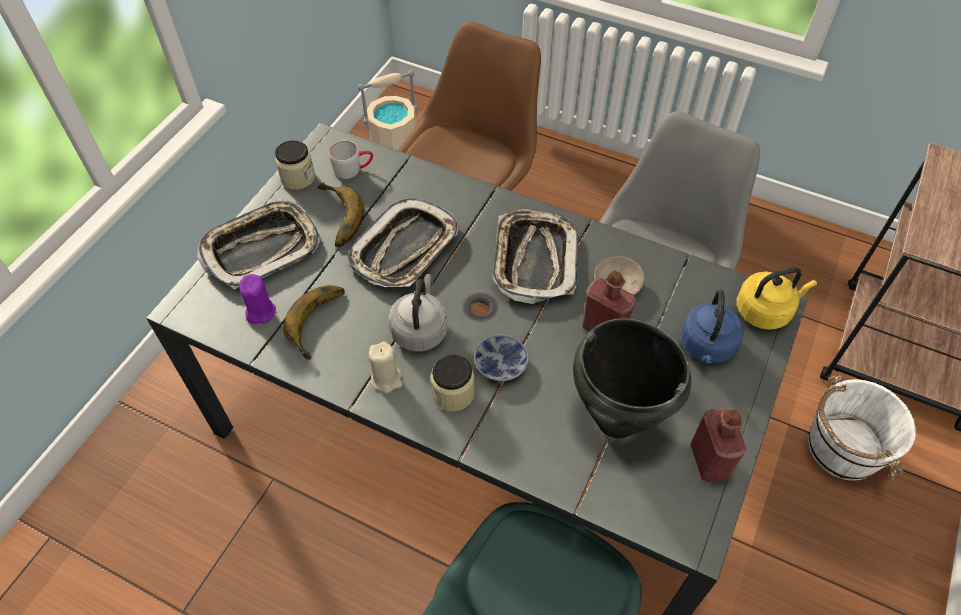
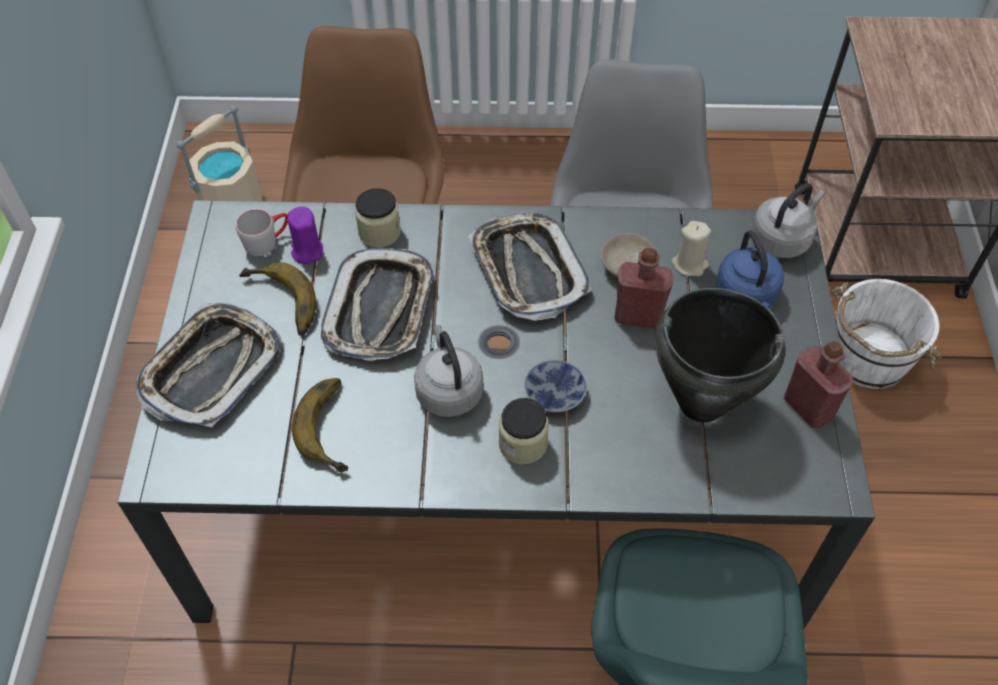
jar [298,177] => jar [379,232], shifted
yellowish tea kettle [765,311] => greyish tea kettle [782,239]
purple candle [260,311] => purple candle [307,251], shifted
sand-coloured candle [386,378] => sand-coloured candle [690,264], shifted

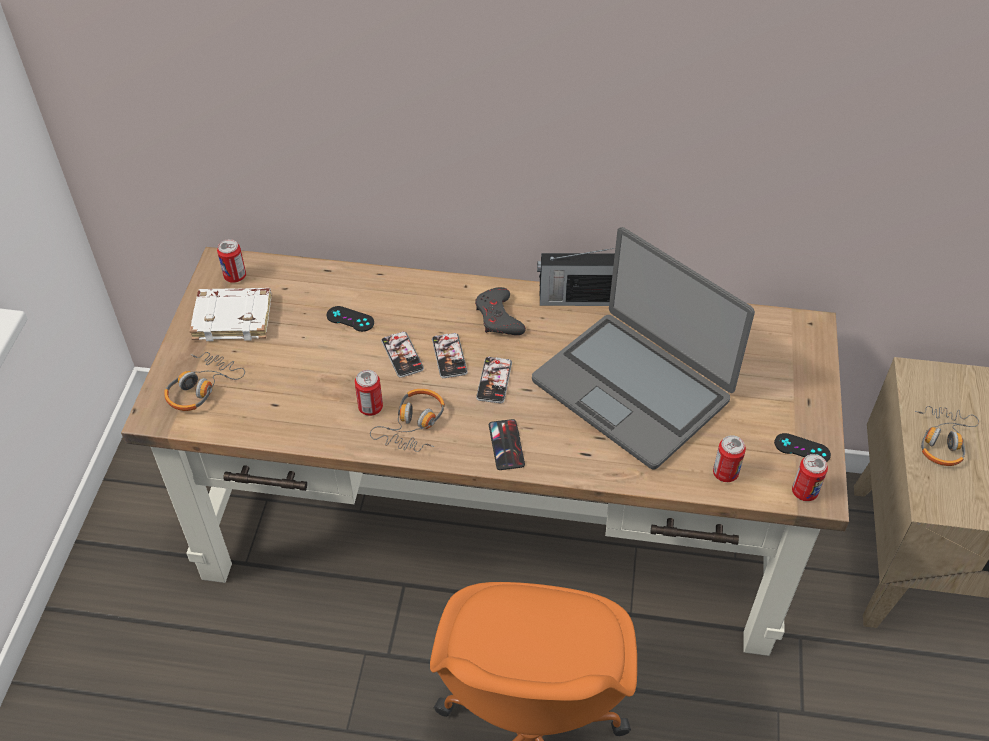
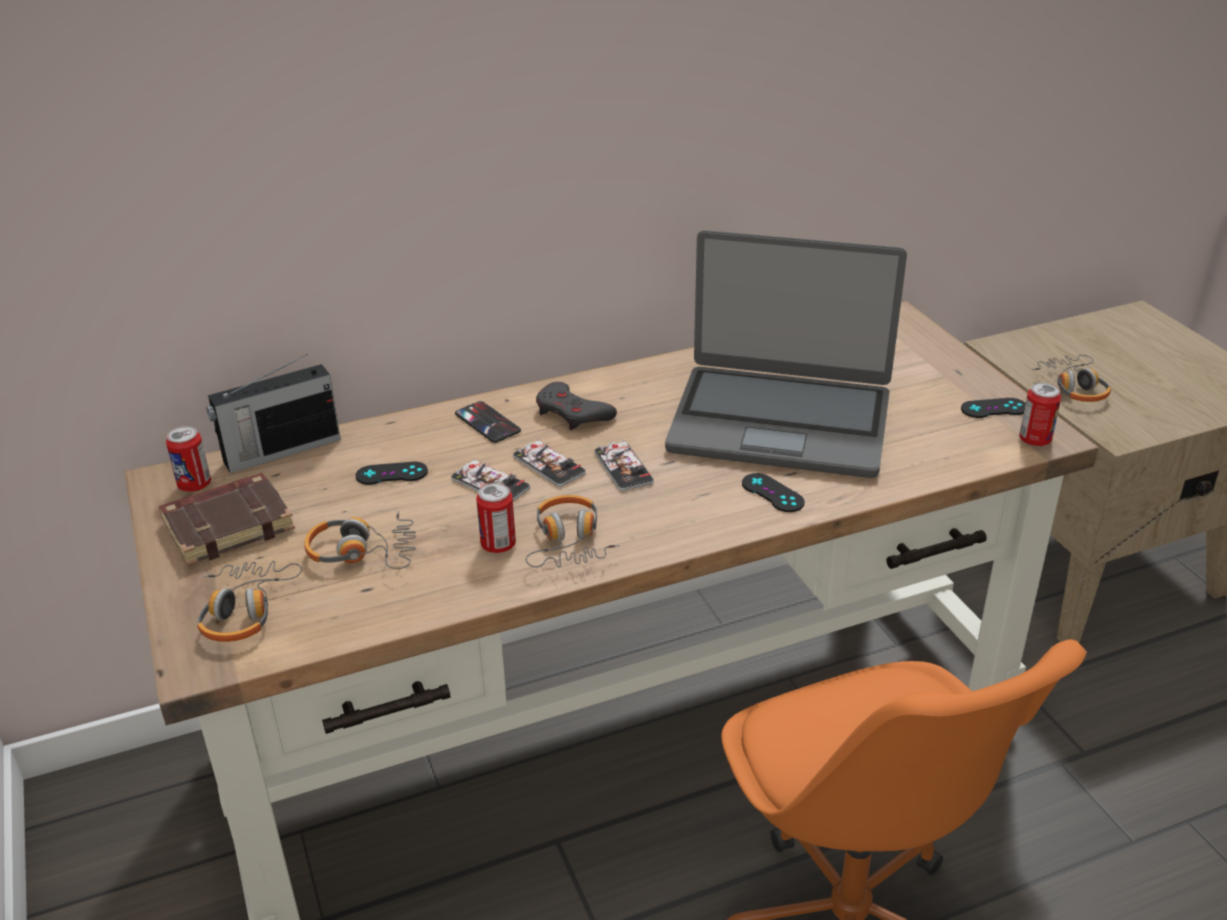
radio set [578,299] => radio set [280,451], shifted
whitish volume [234,317] => brown-coloured volume [229,524]
phone [506,445] => phone [487,422], shifted
metal can [725,473] => nothing
nothing => black-coloured game controller [772,493]
nothing => headphones [362,552]

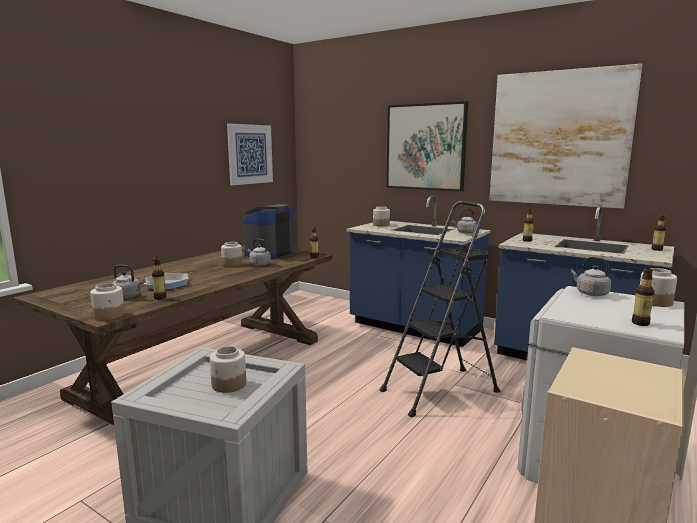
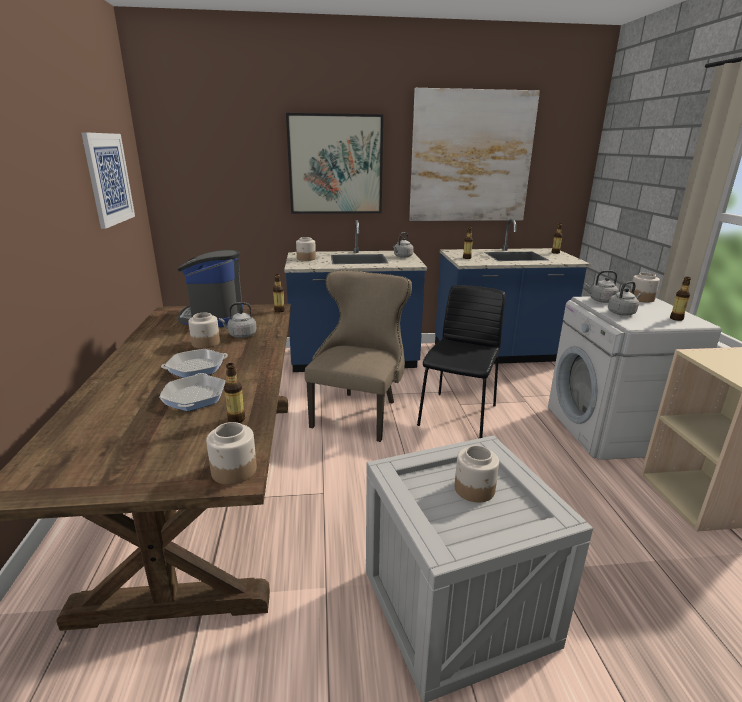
step ladder [441,390] => black-coloured chair [458,413]
greyish tea kettle [128,296] => greyish tea kettle [622,313], shifted
nothing => sand-coloured chair [359,413]
nothing => skillet [196,368]

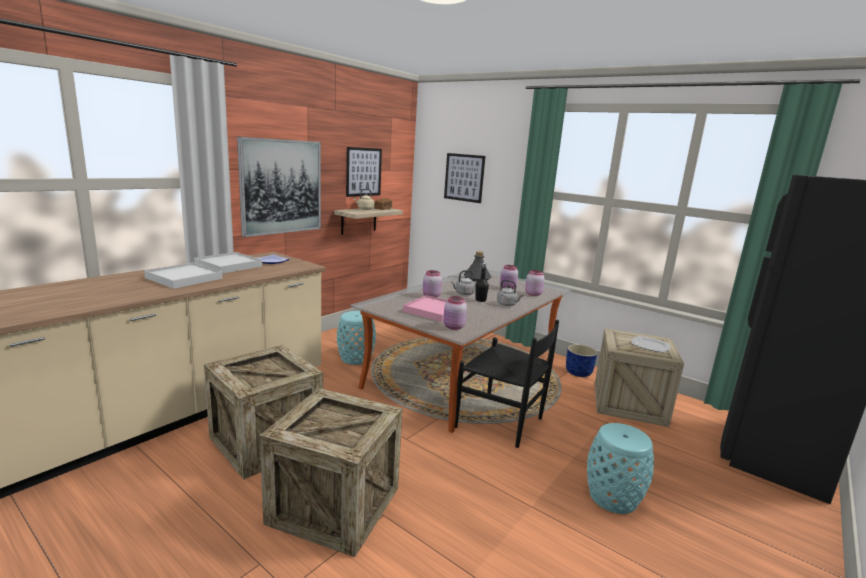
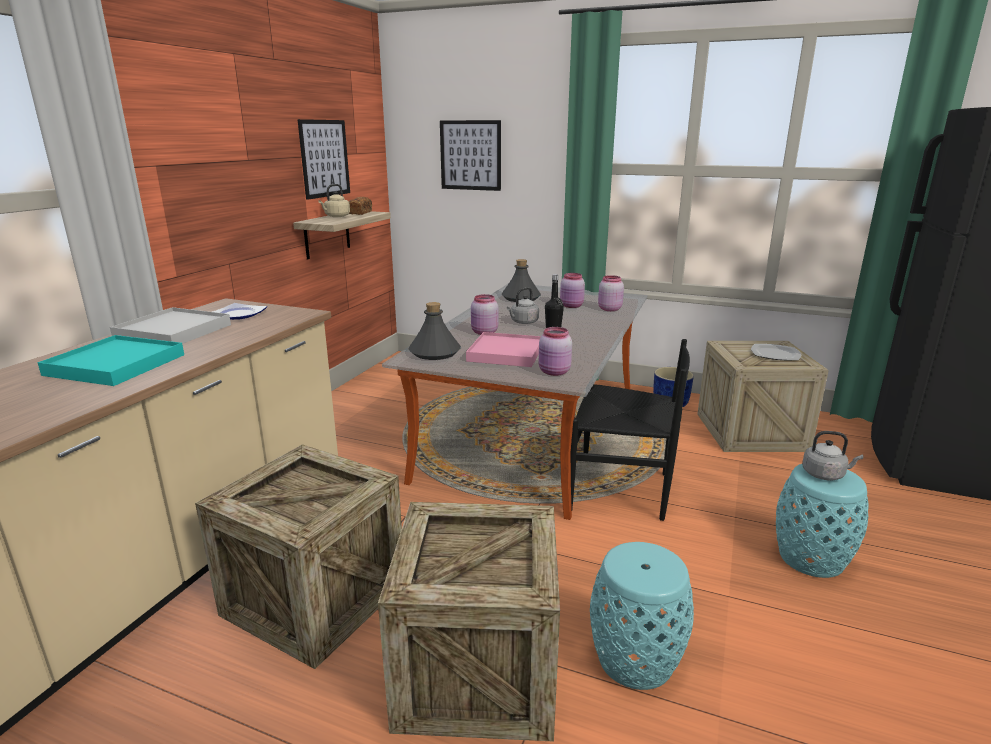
wall art [281,186] => nothing
whitish carrying tray [184,278] => turquoise-coloured carrying tray [116,365]
greyish tea kettle [507,304] => greyish tea kettle [825,474], shifted
turquoise-coloured stool seat [356,358] => turquoise-coloured stool seat [635,660], shifted
nothing => greyish beverage bottle [434,353]

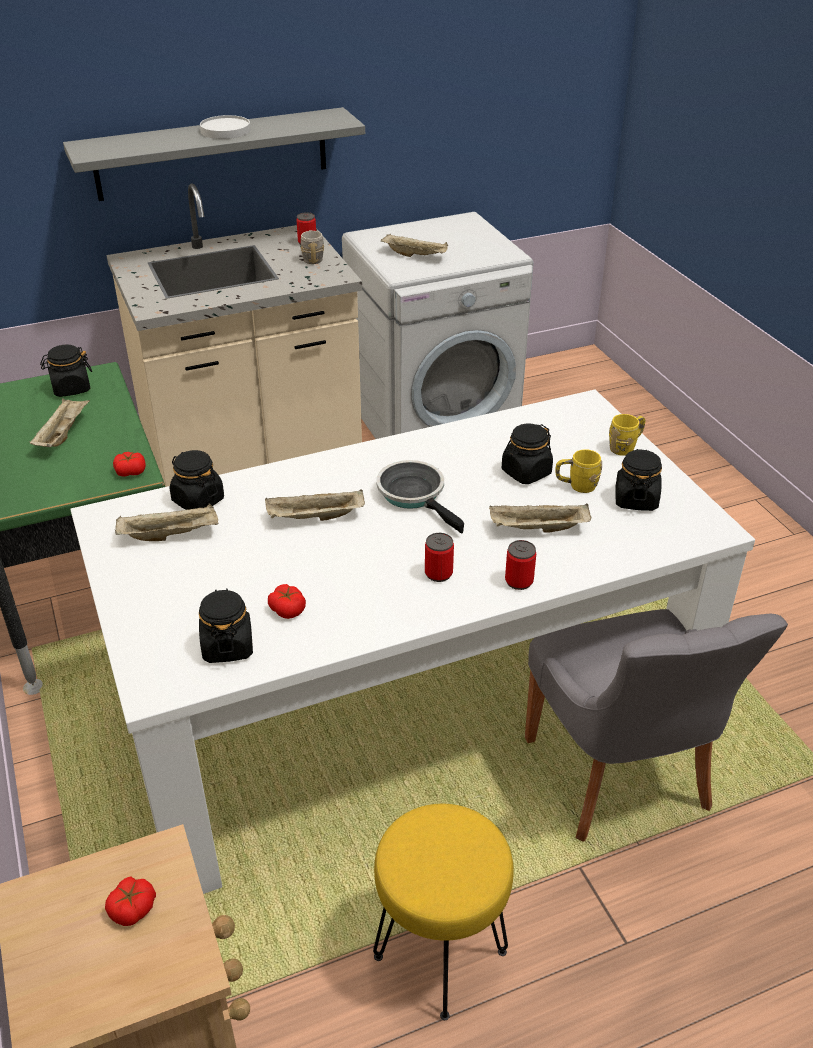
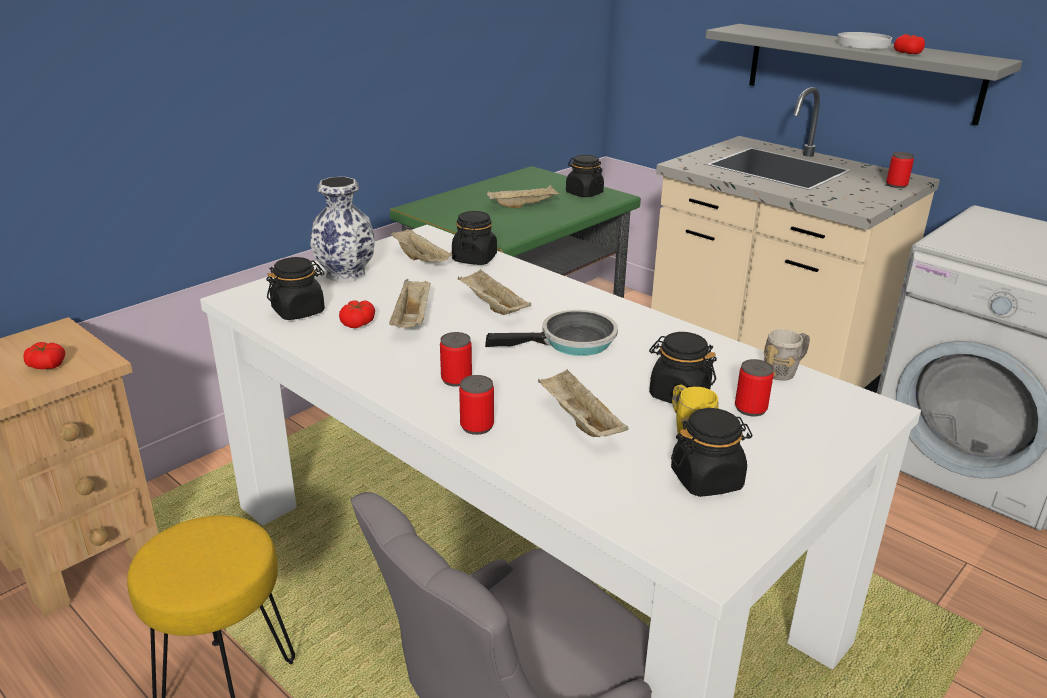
greyish tea mug [312,258] => greyish tea mug [784,371], shifted
sand-coloured carrying tray [416,255] => sand-coloured carrying tray [412,320], shifted
yellowish tea mug [625,447] => nothing
tomato [130,471] => tomato [907,53], shifted
skillet [415,495] => skillet [571,342], 45 degrees clockwise
nothing => decorative vase [344,273]
nothing => metal can [750,408]

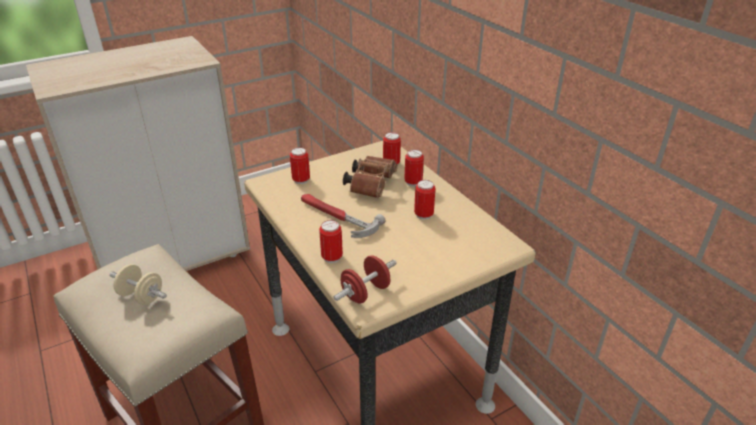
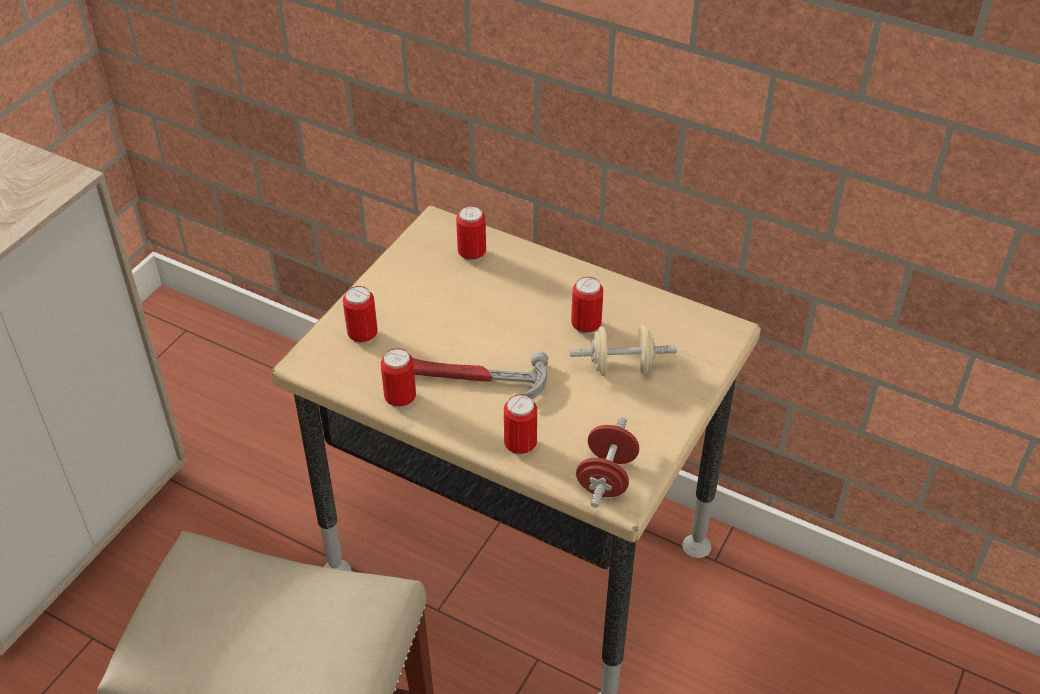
metal can [413,182] => metal can [400,399], shifted
brown-coloured pair of binoculars [371,184] => nothing
sand-coloured dumbbell [142,296] => sand-coloured dumbbell [621,367], shifted

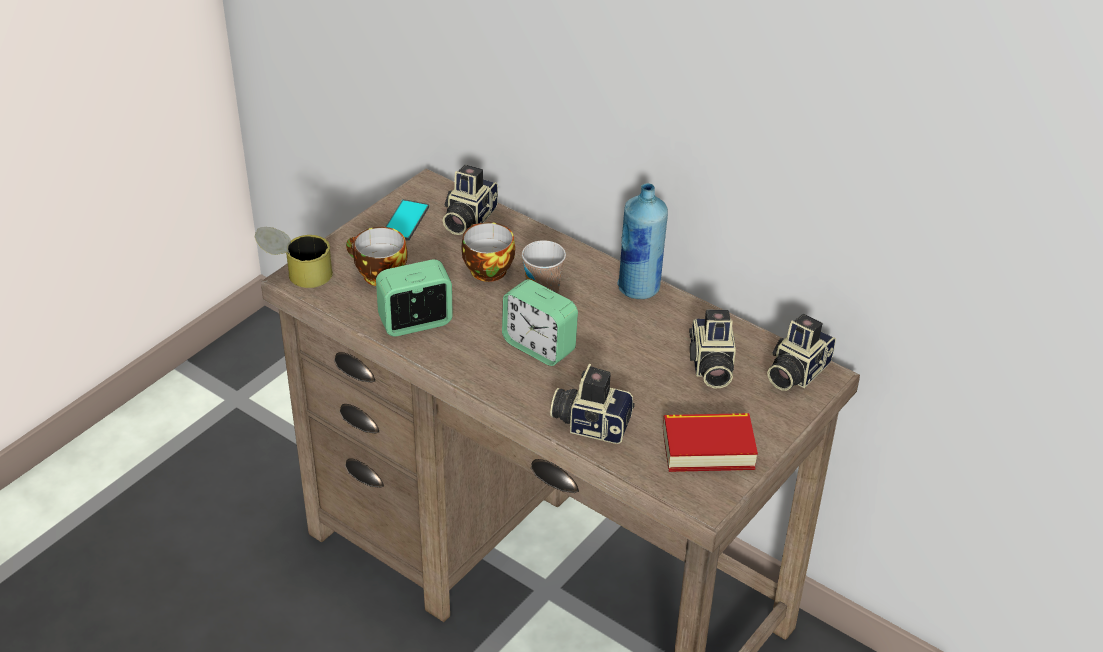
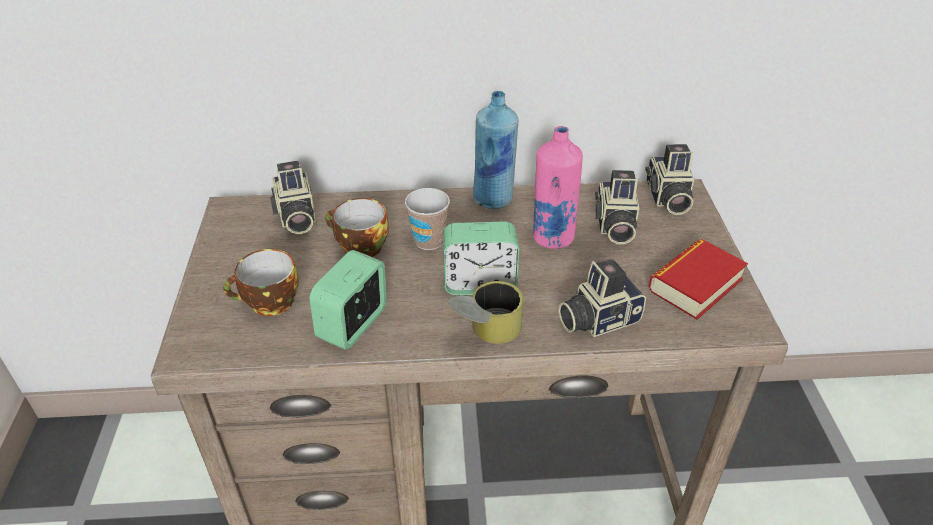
phone [405,220] => nothing
metal can [296,274] => metal can [485,333], shifted
photo camera [710,366] => photo camera [614,226], 45 degrees clockwise
nothing => pink-coloured beverage bottle [552,238]

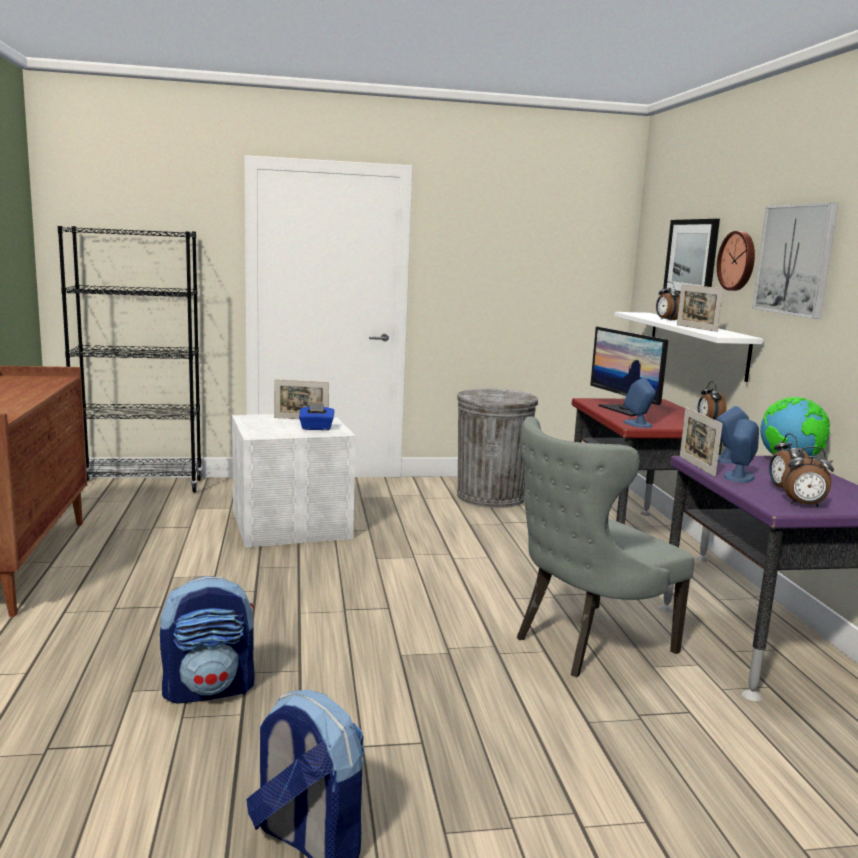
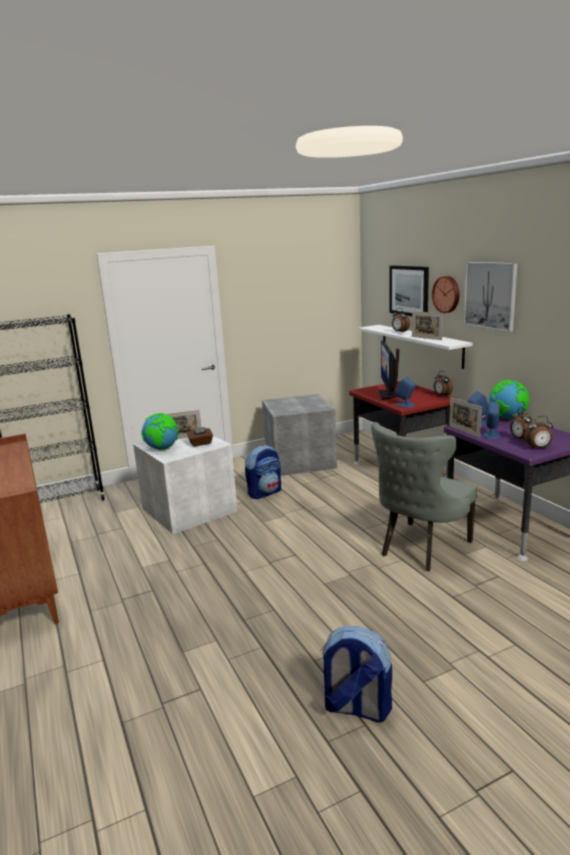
computer display [624,410] => computer display [388,395], 45 degrees clockwise
greyish rubbish bin [491,497] => greyish storage container [300,461]
blue-coloured tissue holder [316,428] => brown-coloured tissue holder [201,443]
backpack [209,689] => backpack [265,492], shifted
nothing => desk globe [162,449]

